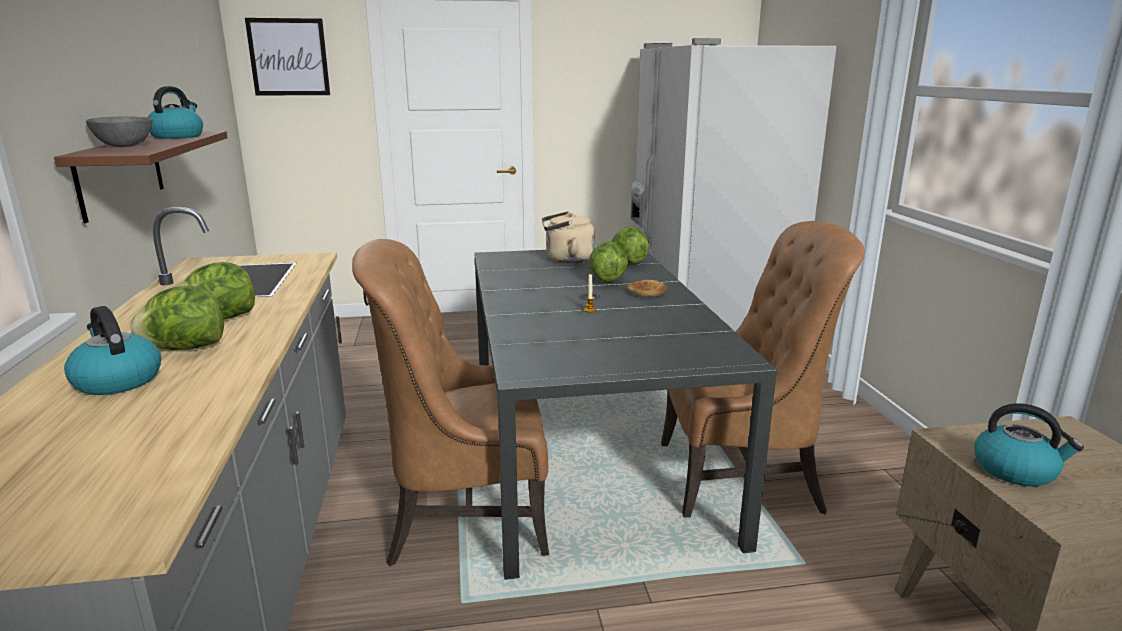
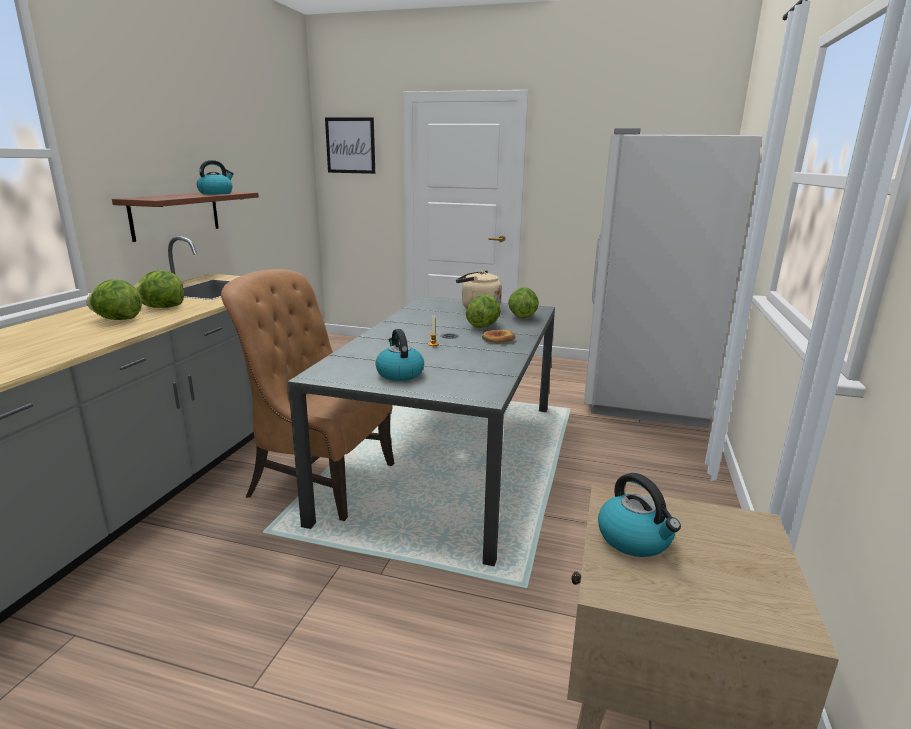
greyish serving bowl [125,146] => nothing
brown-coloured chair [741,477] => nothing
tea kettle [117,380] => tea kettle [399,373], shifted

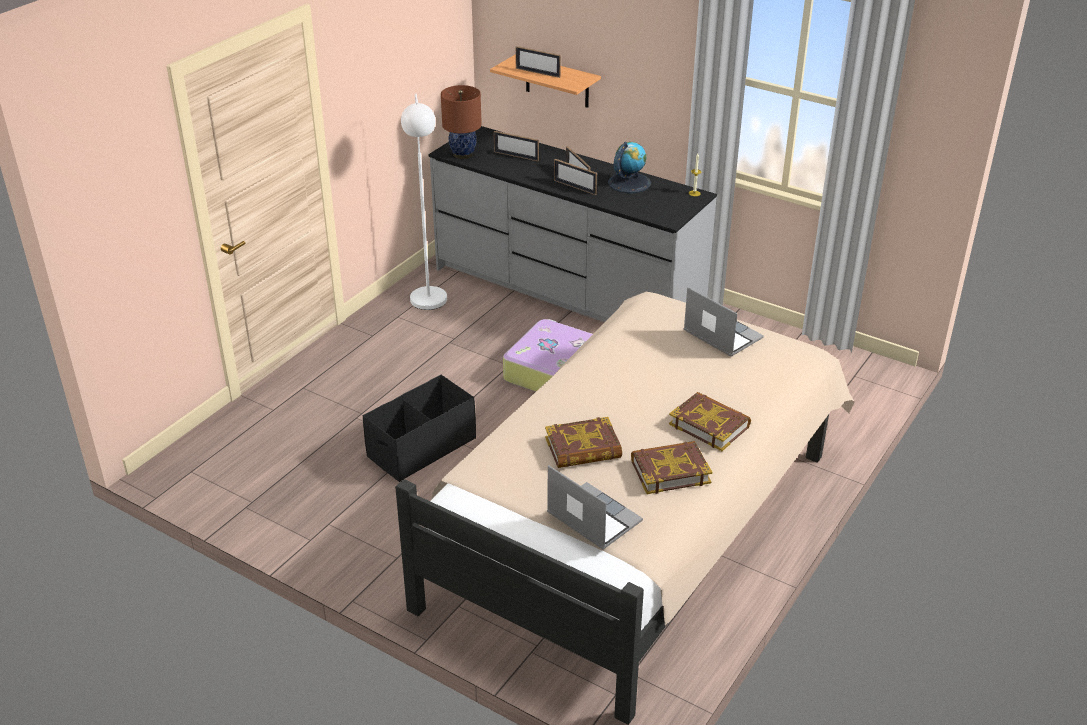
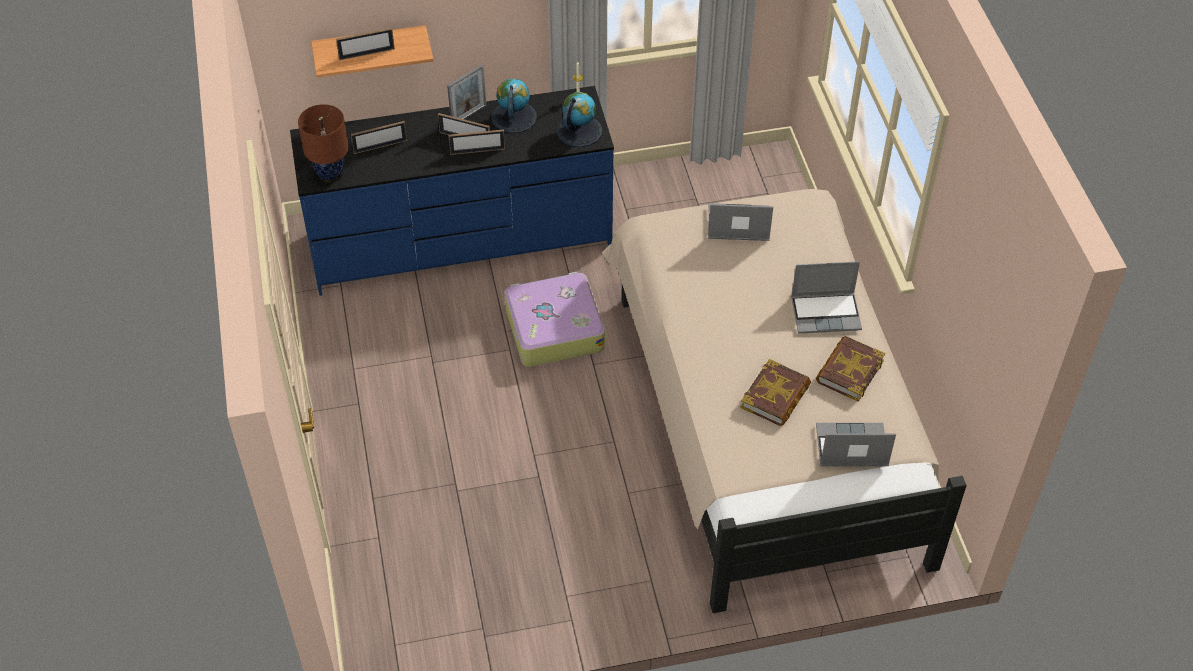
whitish standing lamp [429,306] => nothing
greyish drawer chest [567,292] => blue-coloured drawer chest [461,241]
black-coloured storage container [421,447] => nothing
volume [709,425] => notebook computer [826,313]
nothing => standing frame [468,116]
nothing => desk globe [579,131]

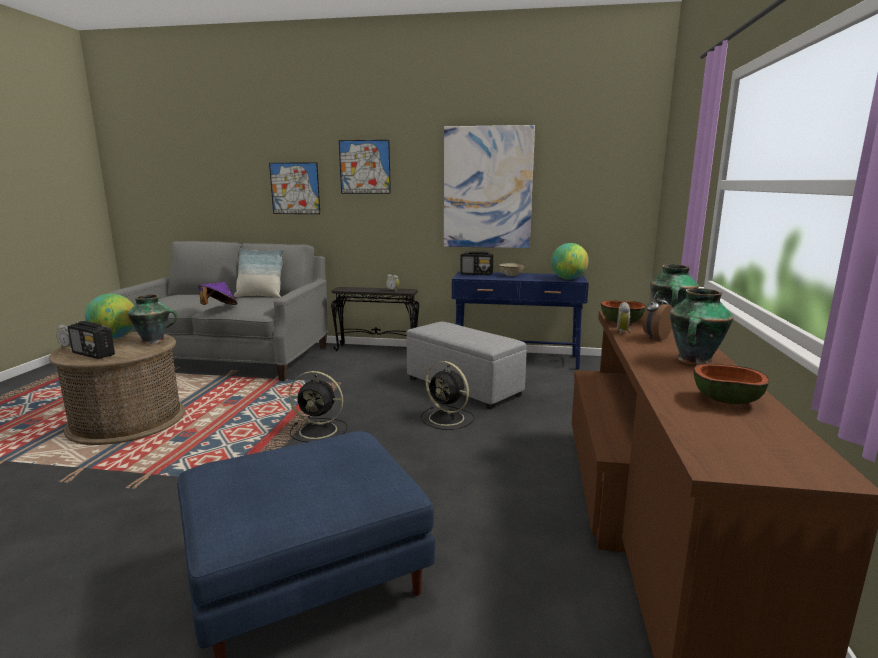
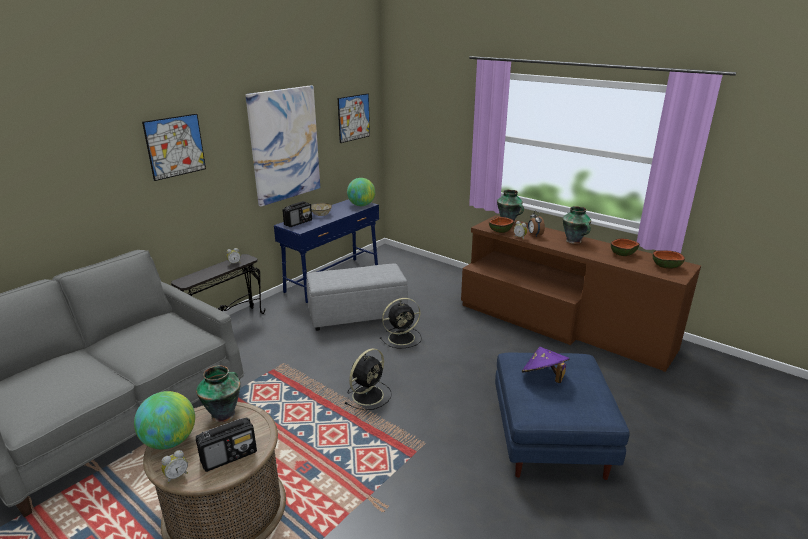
wall art [295,188] => wall art [354,117], shifted
cushion [260,296] => nothing
purple hat [218,307] => purple hat [543,377], shifted
nothing => serving bowl [666,266]

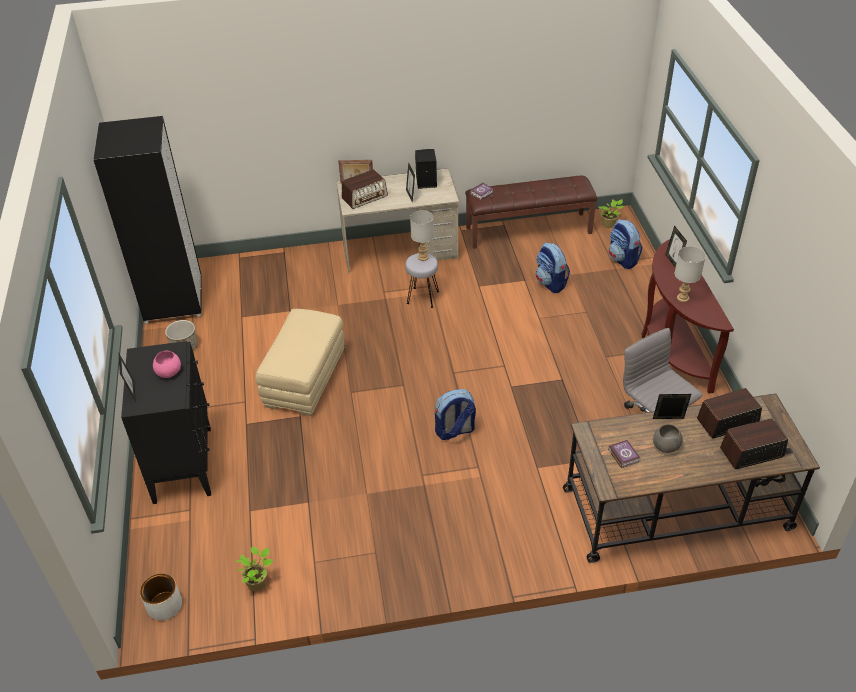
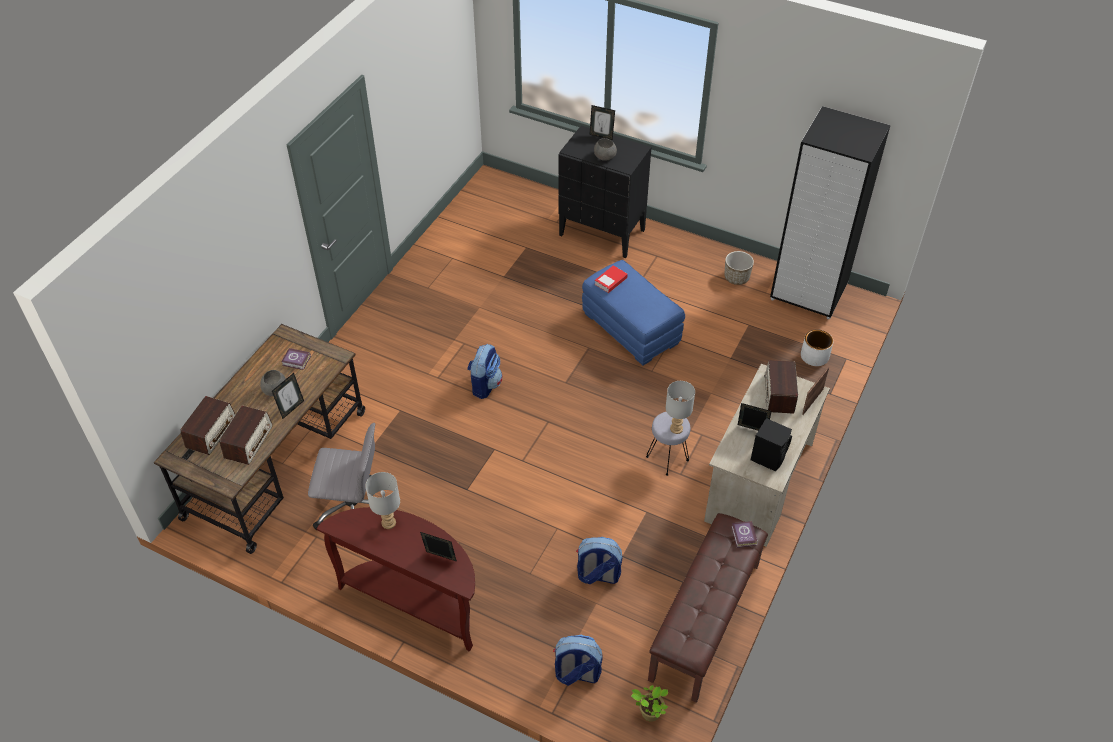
sand-coloured pouffe [305,379] => blue-coloured pouffe [630,328]
pink-coloured serving bowl [168,372] => greyish serving bowl [604,156]
houseplant [258,582] => nothing
whitish planter [164,606] => whitish planter [814,356], shifted
nothing => volume [610,281]

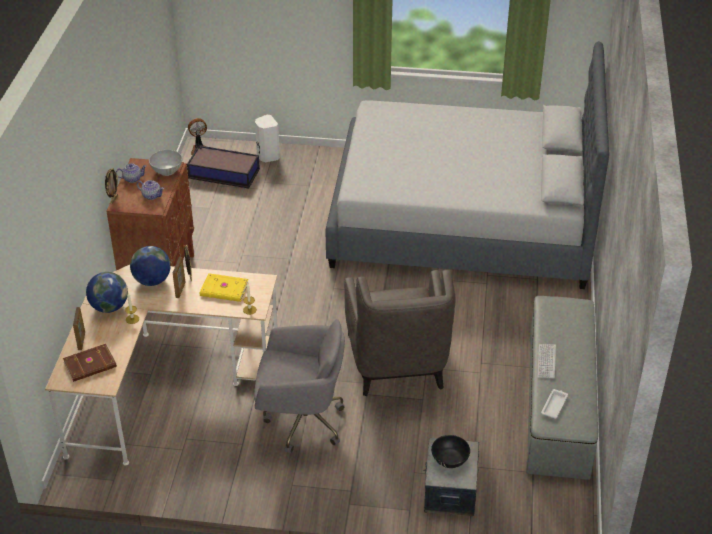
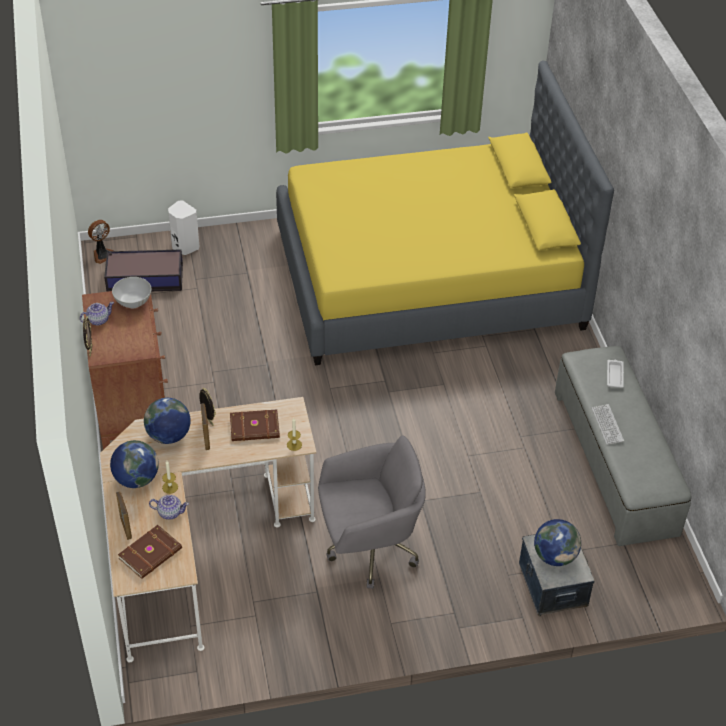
greyish bedroom bed [462,219] => yellowish bedroom bed [428,278]
tea pot [151,195] => tea pot [169,512], shifted
greyish armchair [397,365] => nothing
yellowish volume [224,290] => brown-coloured volume [255,428]
whitish carrying tray [554,405] => whitish carrying tray [614,375], shifted
black-coloured serving bowl [450,460] => desk globe [554,556]

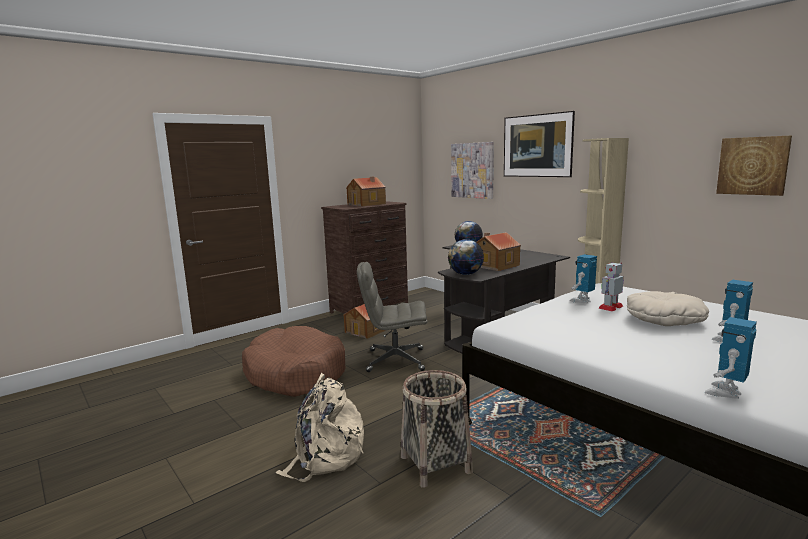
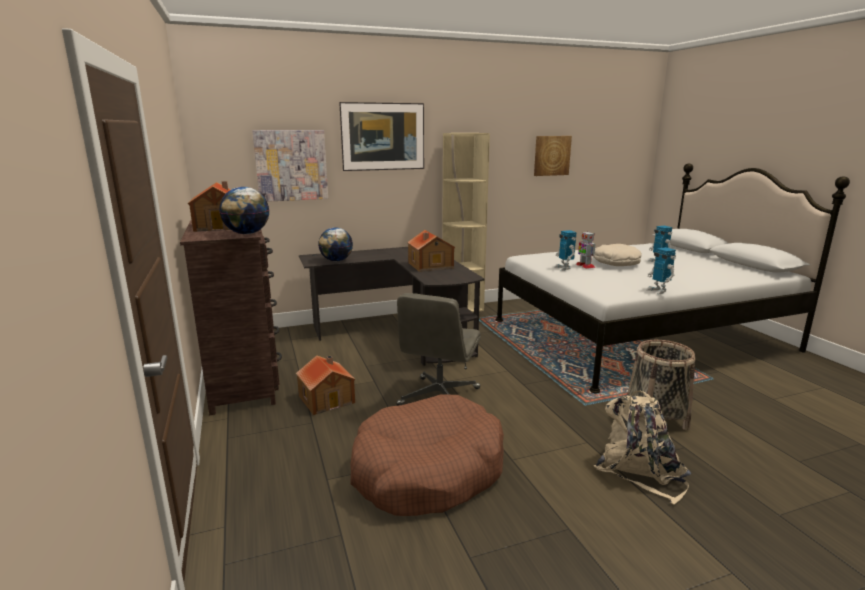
desk globe [465,274] => desk globe [247,233], shifted
model robot [726,393] => model robot [658,291], shifted

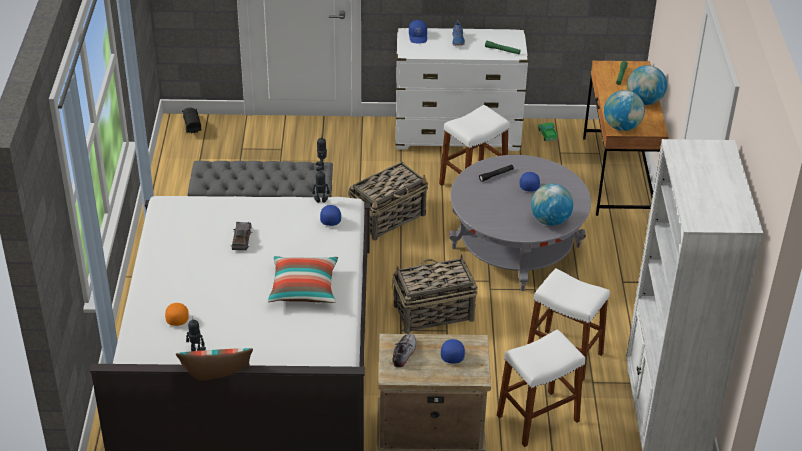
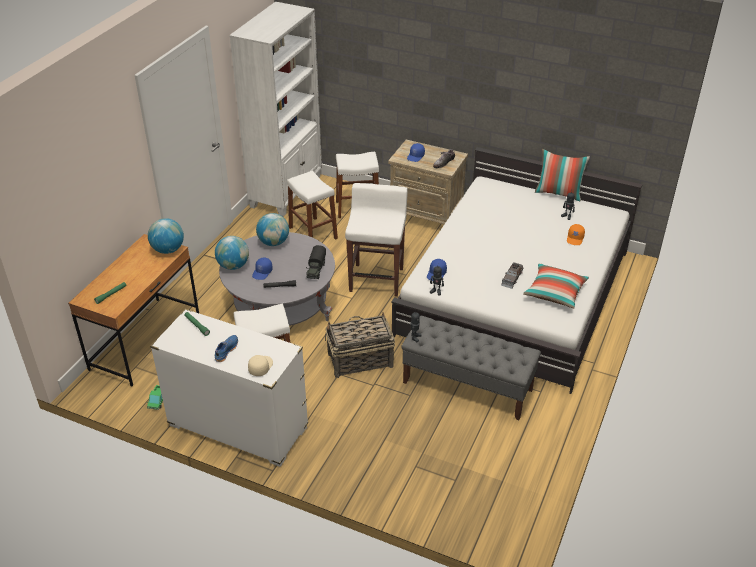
blue-coloured cap [418,37] => sand-coloured cap [260,367]
desk globe [644,101] => desk globe [233,266], shifted
model truck [192,125] => model truck [316,269], shifted
basket [432,313] => whitish stool seat [377,279]
cushion [304,288] => cushion [555,293], shifted

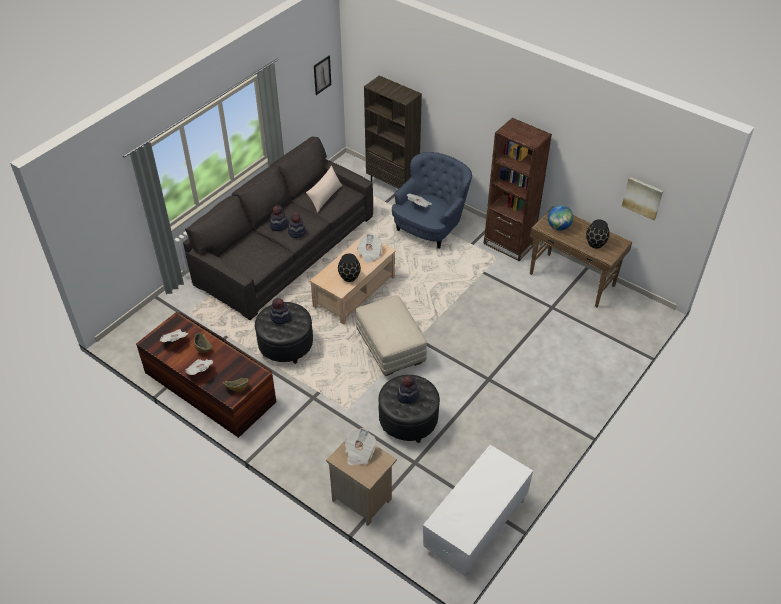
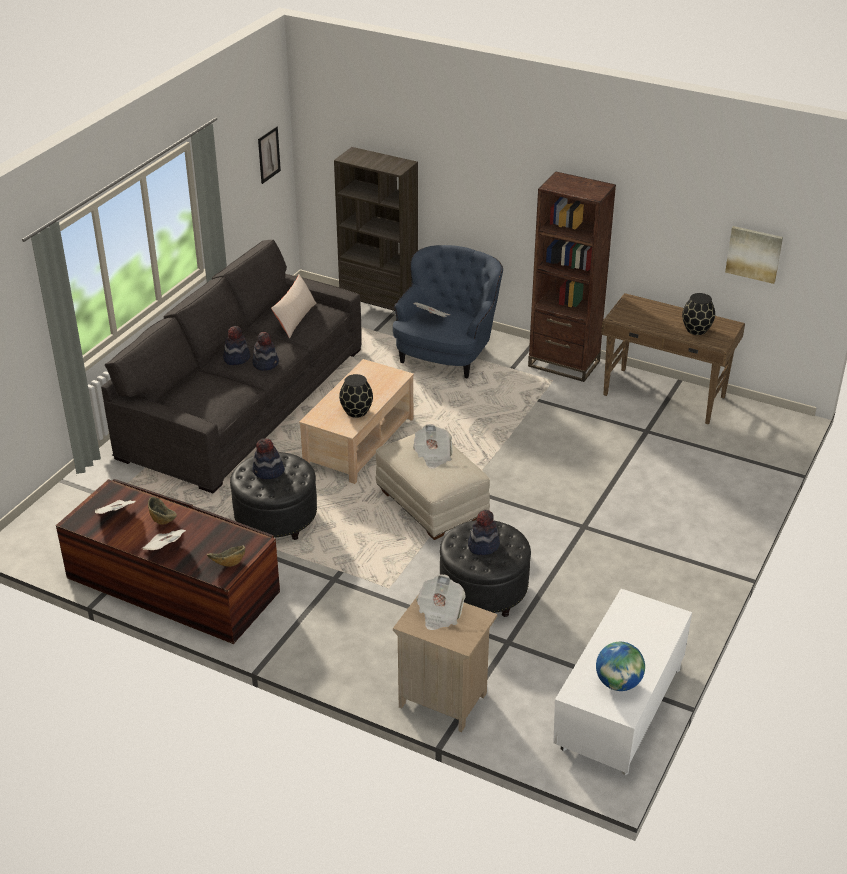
desk globe [558,227] => desk globe [618,683], shifted
daily paper [369,254] => daily paper [433,455], shifted

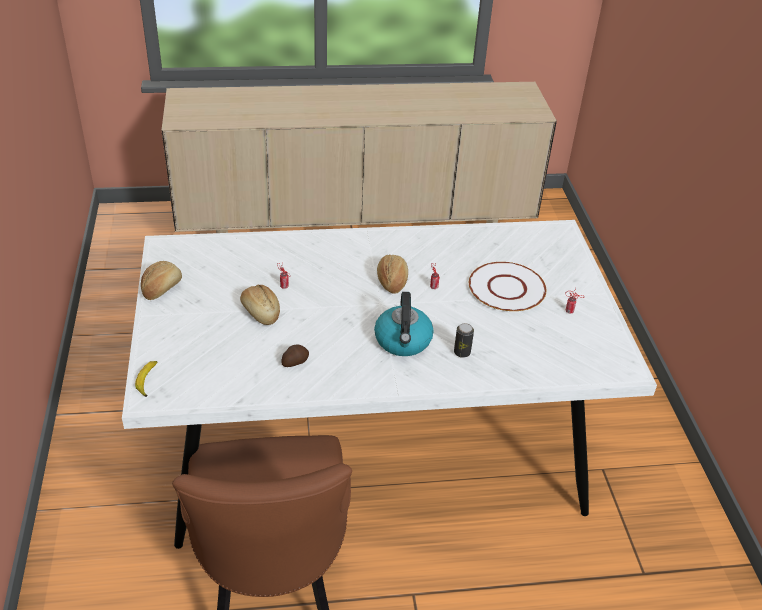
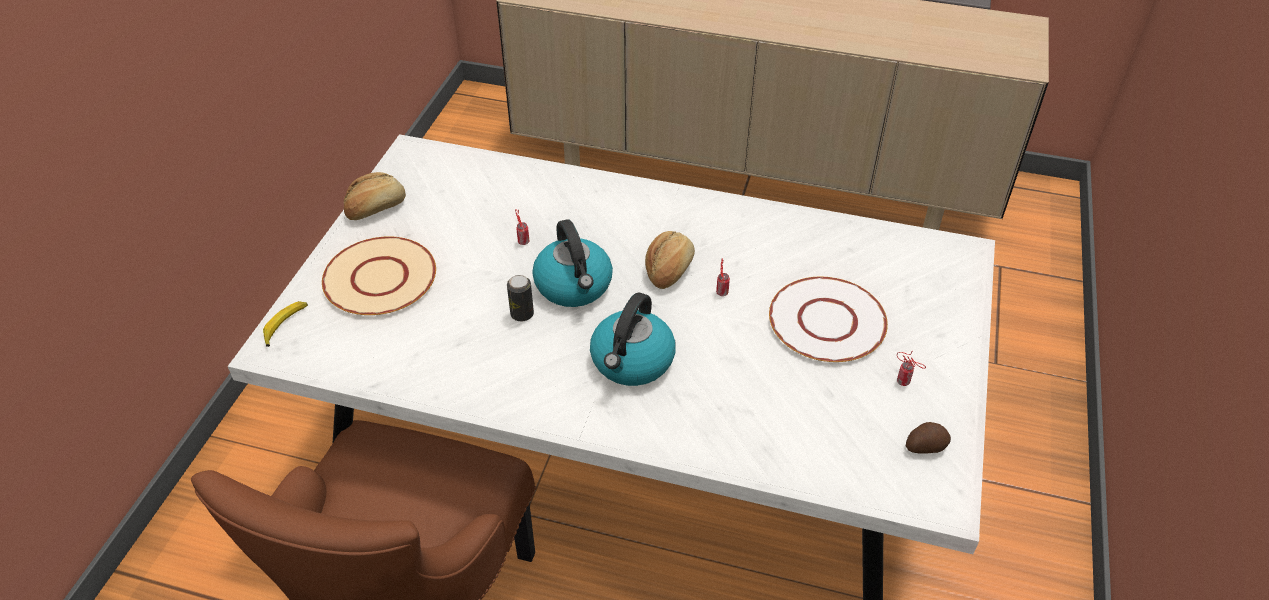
bakery bread [260,312] => nothing
metal can [462,352] => metal can [522,314], shifted
potato [294,362] => potato [925,446], shifted
nothing => tea kettle [574,286]
nothing => sand-coloured flat dish [380,279]

